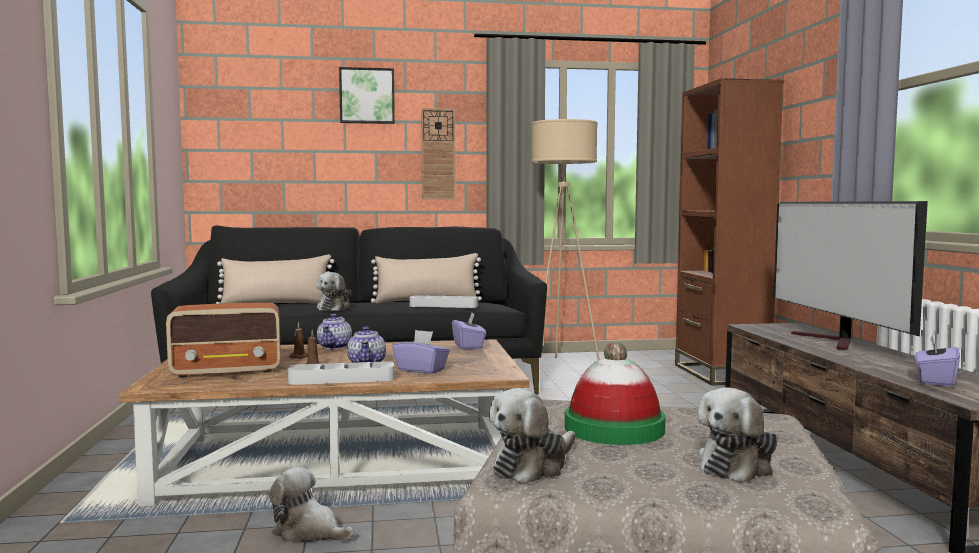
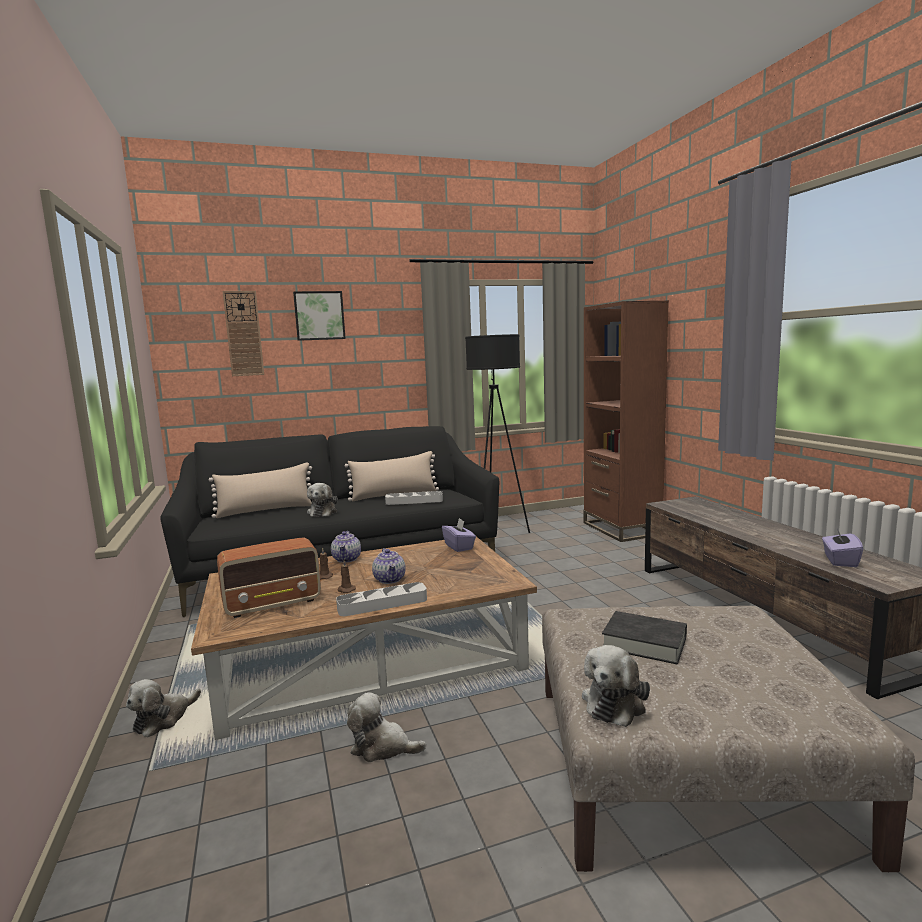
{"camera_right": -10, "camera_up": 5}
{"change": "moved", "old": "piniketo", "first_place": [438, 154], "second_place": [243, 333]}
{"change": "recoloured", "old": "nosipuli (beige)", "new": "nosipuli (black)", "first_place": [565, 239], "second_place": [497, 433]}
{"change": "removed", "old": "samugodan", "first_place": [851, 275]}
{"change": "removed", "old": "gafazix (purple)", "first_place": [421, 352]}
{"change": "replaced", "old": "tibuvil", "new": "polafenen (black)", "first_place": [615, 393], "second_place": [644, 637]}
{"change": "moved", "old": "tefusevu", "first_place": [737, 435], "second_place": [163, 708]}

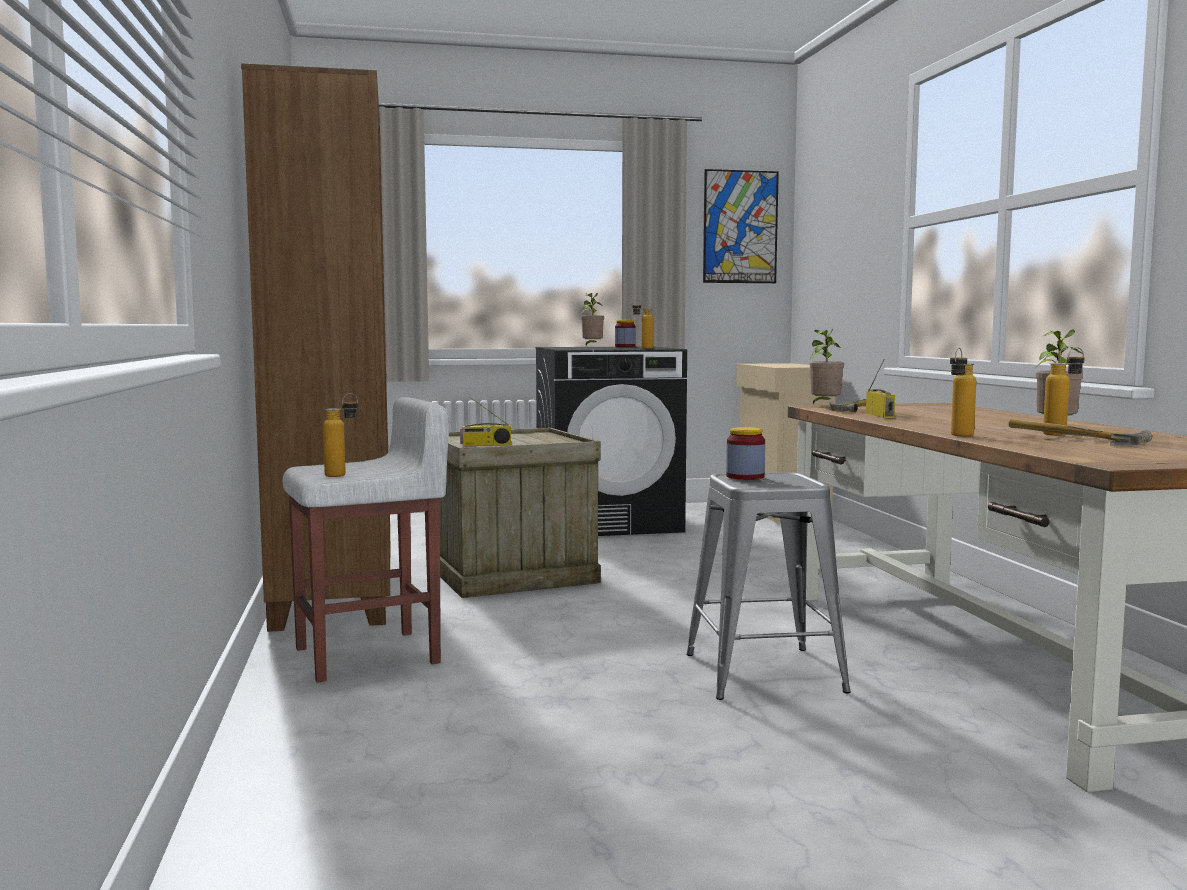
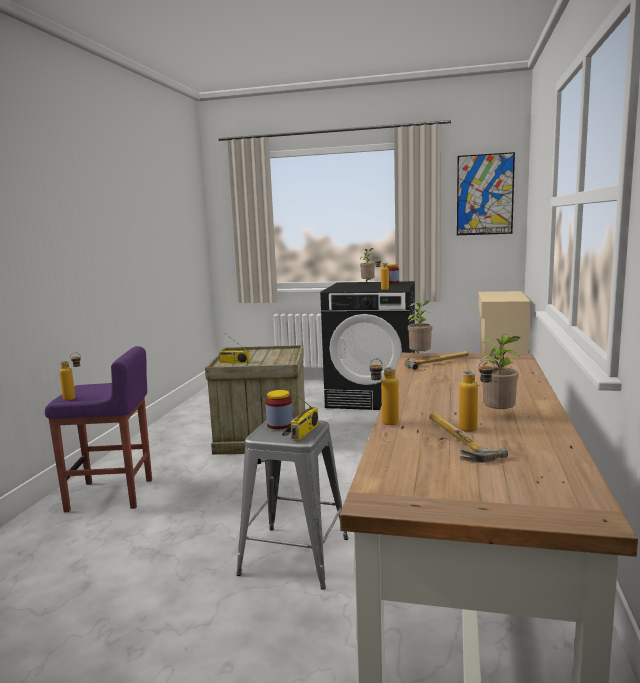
{"camera_right": 25, "camera_up": 5}
{"change": "removed", "old": "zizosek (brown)", "first_place": [315, 347]}
{"change": "moved", "old": "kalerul", "first_place": [880, 388], "second_place": [304, 415]}
{"change": "recoloured", "old": "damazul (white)", "new": "damazul (purple)", "first_place": [366, 540], "second_place": [98, 429]}

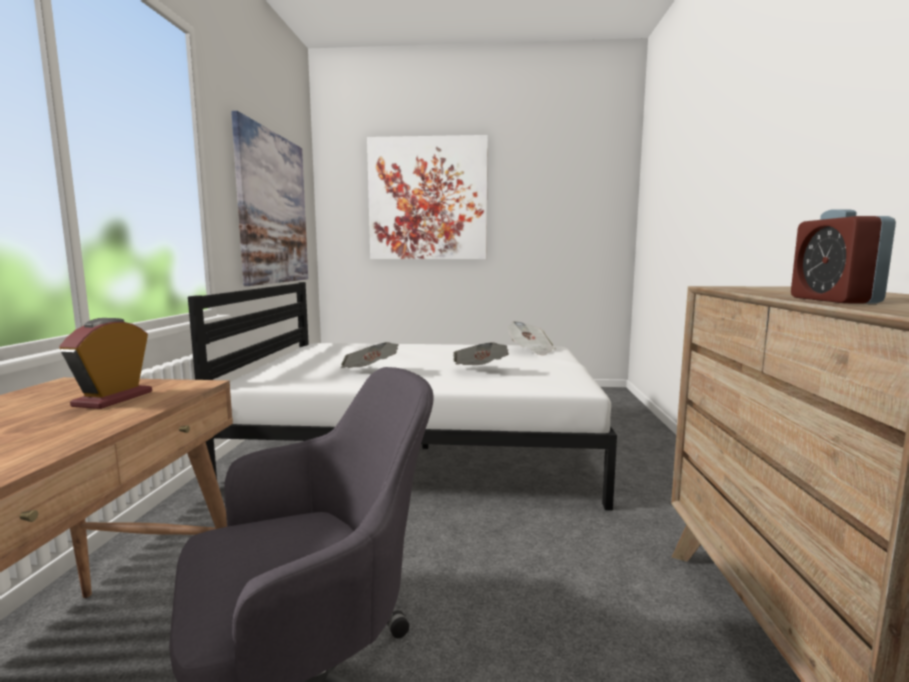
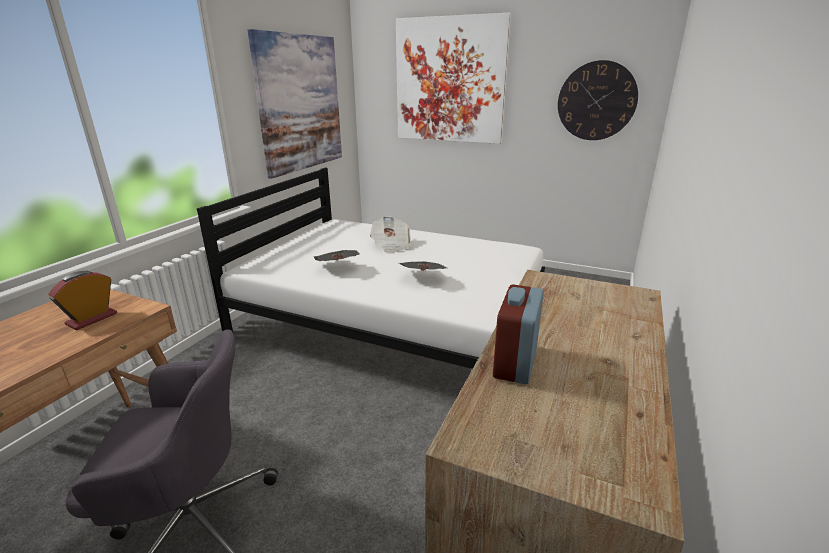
{"camera_right": 20, "camera_up": 15}
{"change": "moved", "old": "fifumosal", "first_place": [531, 338], "second_place": [390, 235]}
{"change": "added", "new": "piniketo", "second_place": [598, 100]}

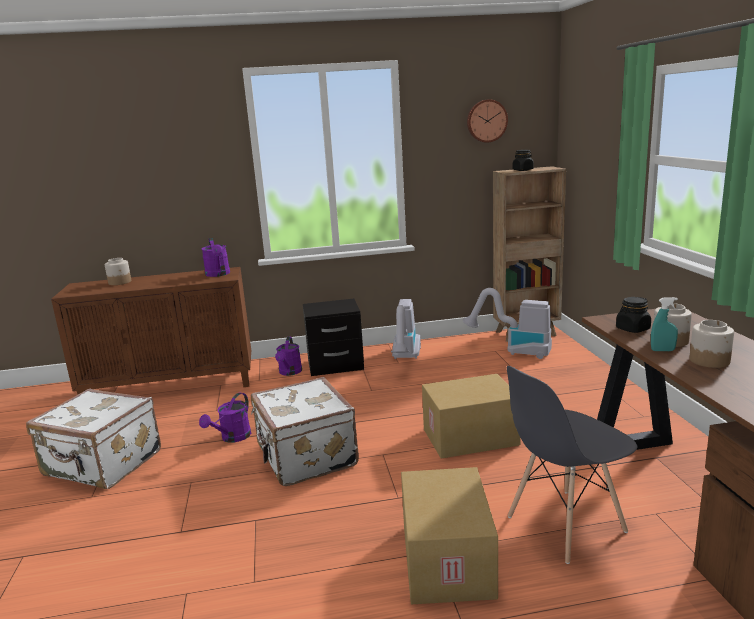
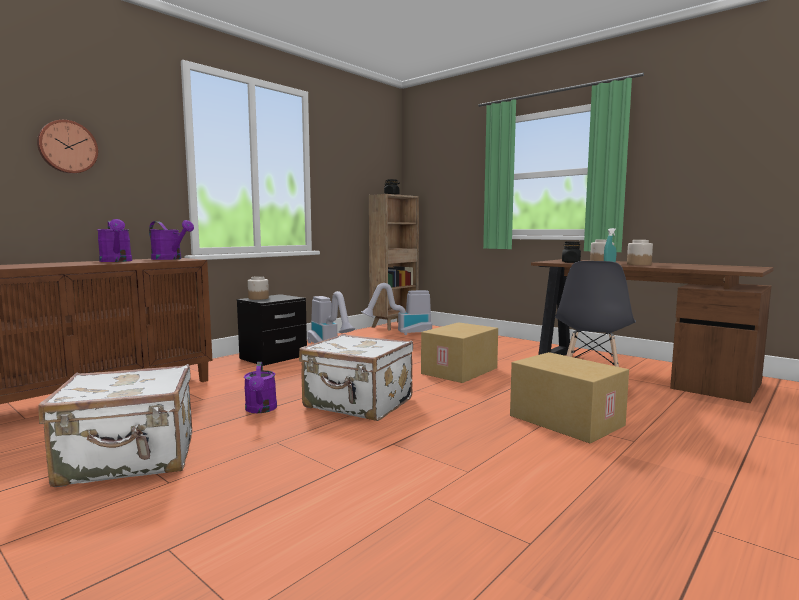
{"camera_right": -40, "camera_up": -10}
{"change": "moved", "old": "piniketo", "first_place": [487, 121], "second_place": [67, 147]}
{"change": "moved", "old": "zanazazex", "first_place": [118, 271], "second_place": [258, 288]}
{"change": "moved", "old": "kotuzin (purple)", "first_place": [288, 356], "second_place": [114, 240]}

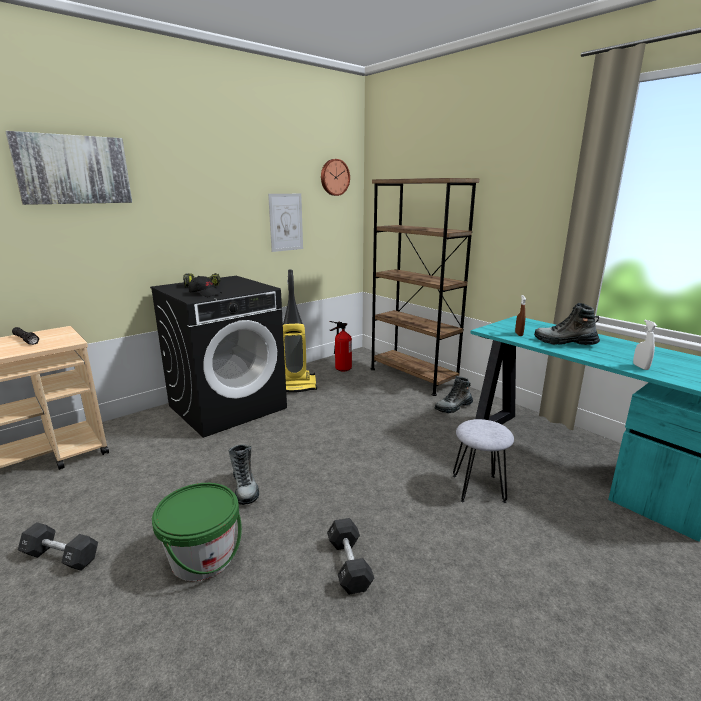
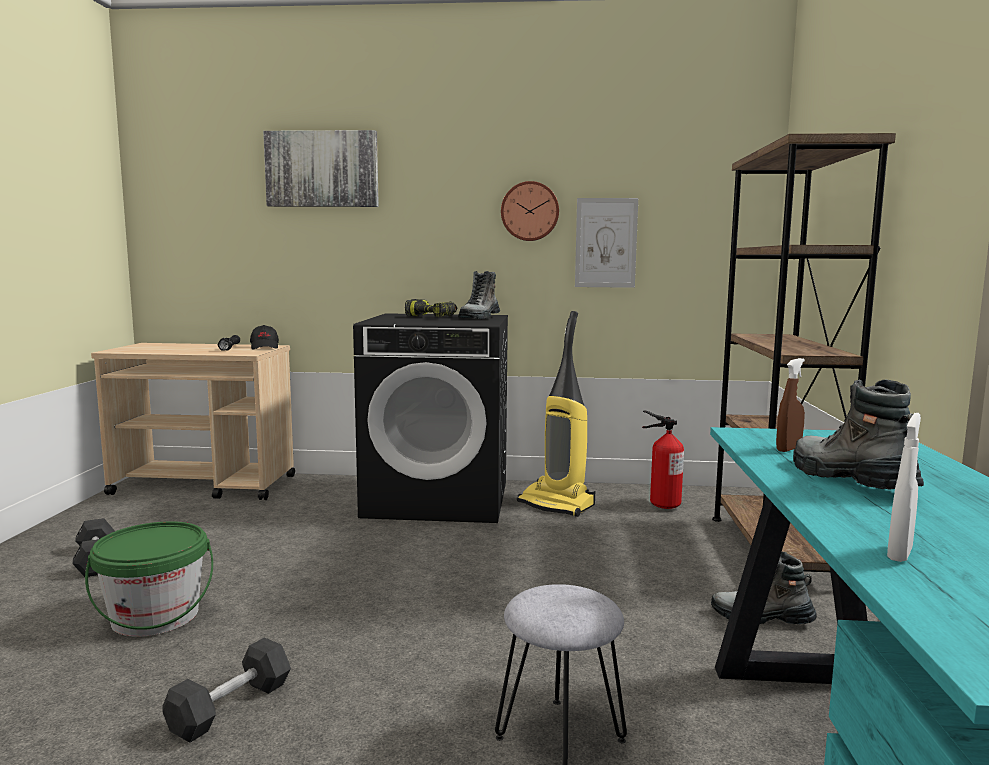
{"camera_right": 45, "camera_up": -10}
{"change": "moved", "old": "piniketo", "first_place": [335, 177], "second_place": [530, 211]}
{"change": "moved", "old": "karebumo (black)", "first_place": [205, 286], "second_place": [264, 337]}
{"change": "moved", "old": "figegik", "first_place": [243, 474], "second_place": [479, 295]}

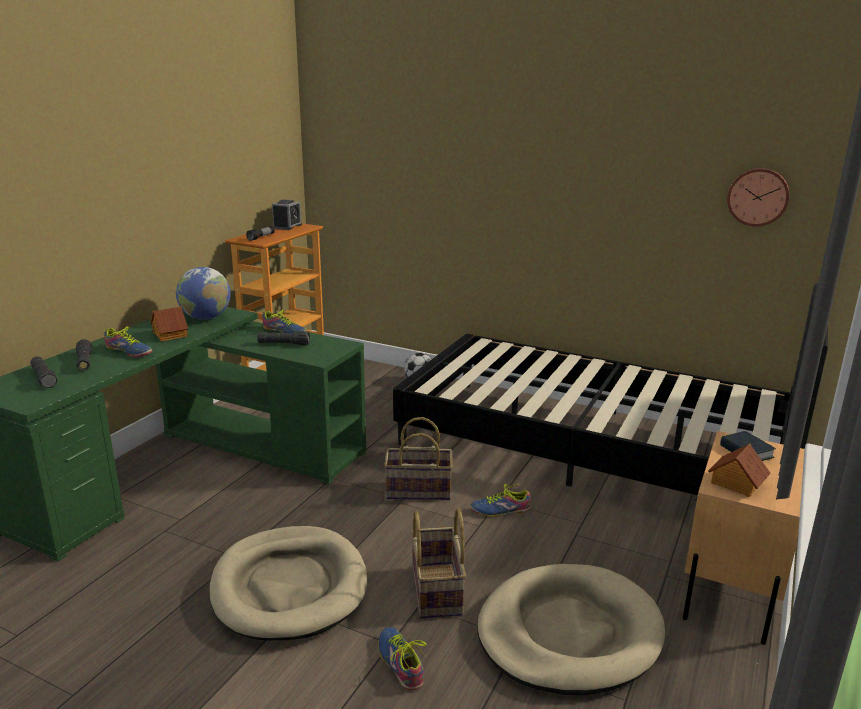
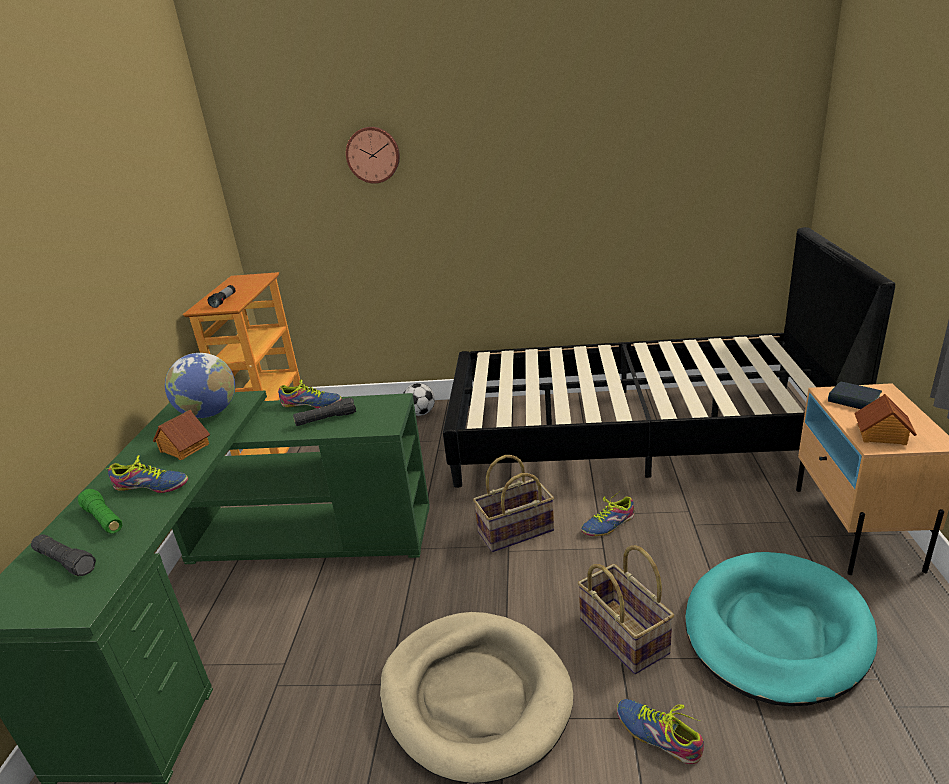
{"camera_right": -20, "camera_up": 5}
{"change": "moved", "old": "piniketo", "first_place": [758, 197], "second_place": [373, 155]}
{"change": "removed", "old": "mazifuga", "first_place": [287, 215]}
{"change": "recoloured", "old": "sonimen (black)", "new": "sonimen (green)", "first_place": [84, 355], "second_place": [100, 511]}
{"change": "recoloured", "old": "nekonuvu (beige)", "new": "nekonuvu (turquoise)", "first_place": [571, 629], "second_place": [781, 629]}

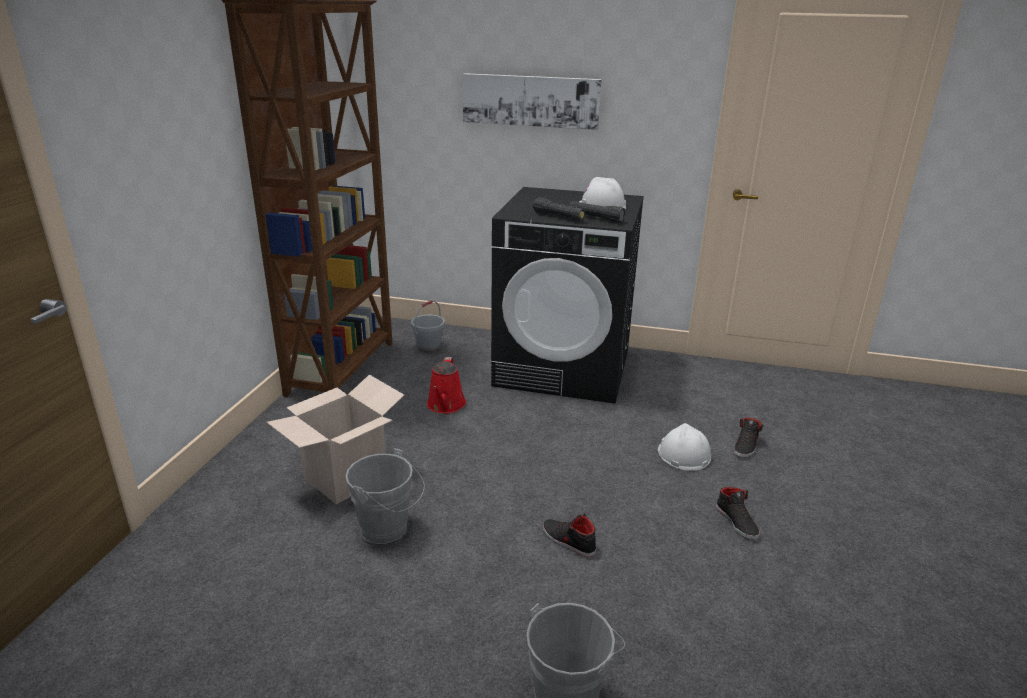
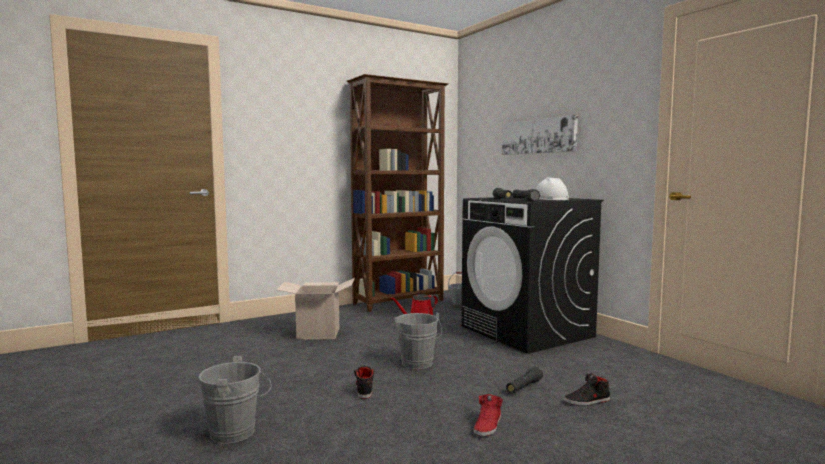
{"camera_right": 45, "camera_up": -20}
{"change": "replaced", "old": "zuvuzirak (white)", "new": "sonimen (black)", "first_place": [684, 447], "second_place": [524, 380]}
{"change": "moved", "old": "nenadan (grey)", "first_place": [385, 496], "second_place": [418, 340]}
{"change": "recoloured", "old": "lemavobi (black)", "new": "lemavobi (red)", "first_place": [738, 513], "second_place": [488, 415]}

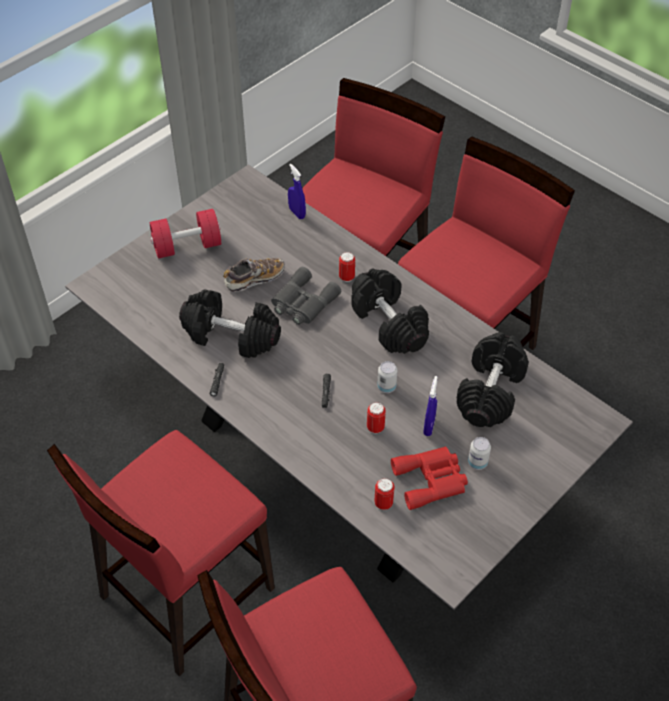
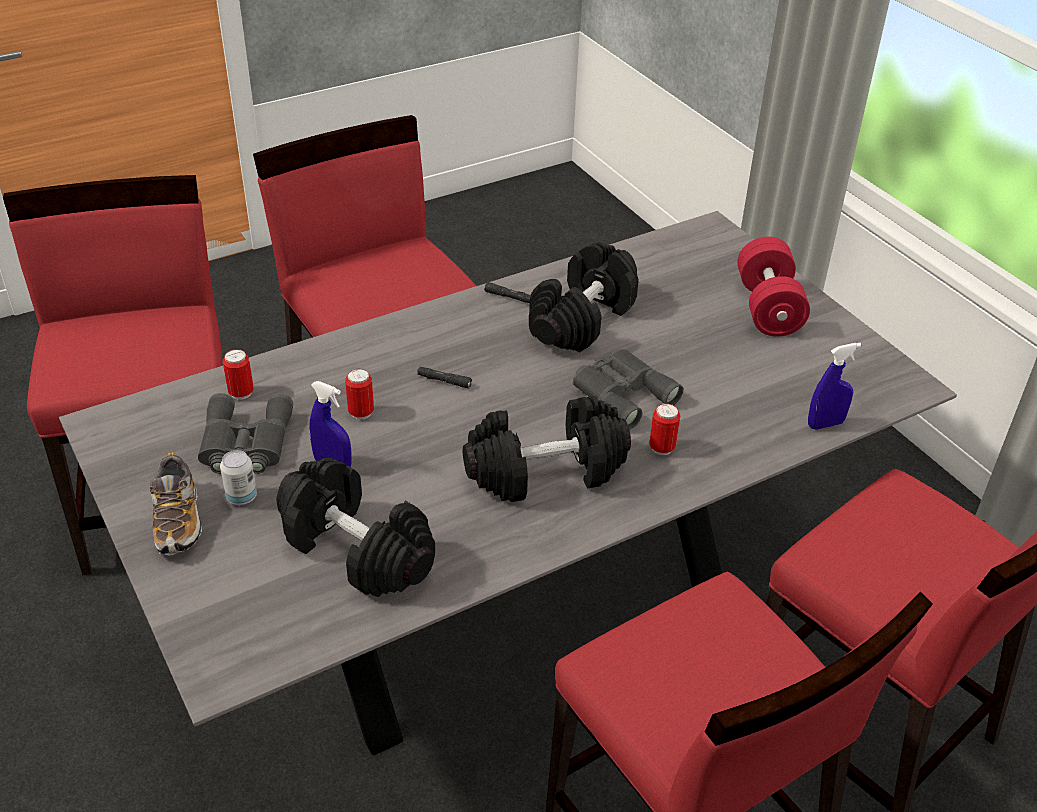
{"camera_right": 105, "camera_up": -10}
{"change": "moved", "old": "lemavobi", "first_place": [253, 275], "second_place": [176, 503]}
{"change": "removed", "old": "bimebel", "first_place": [387, 377]}
{"change": "recoloured", "old": "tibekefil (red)", "new": "tibekefil (grey)", "first_place": [429, 478], "second_place": [245, 433]}

